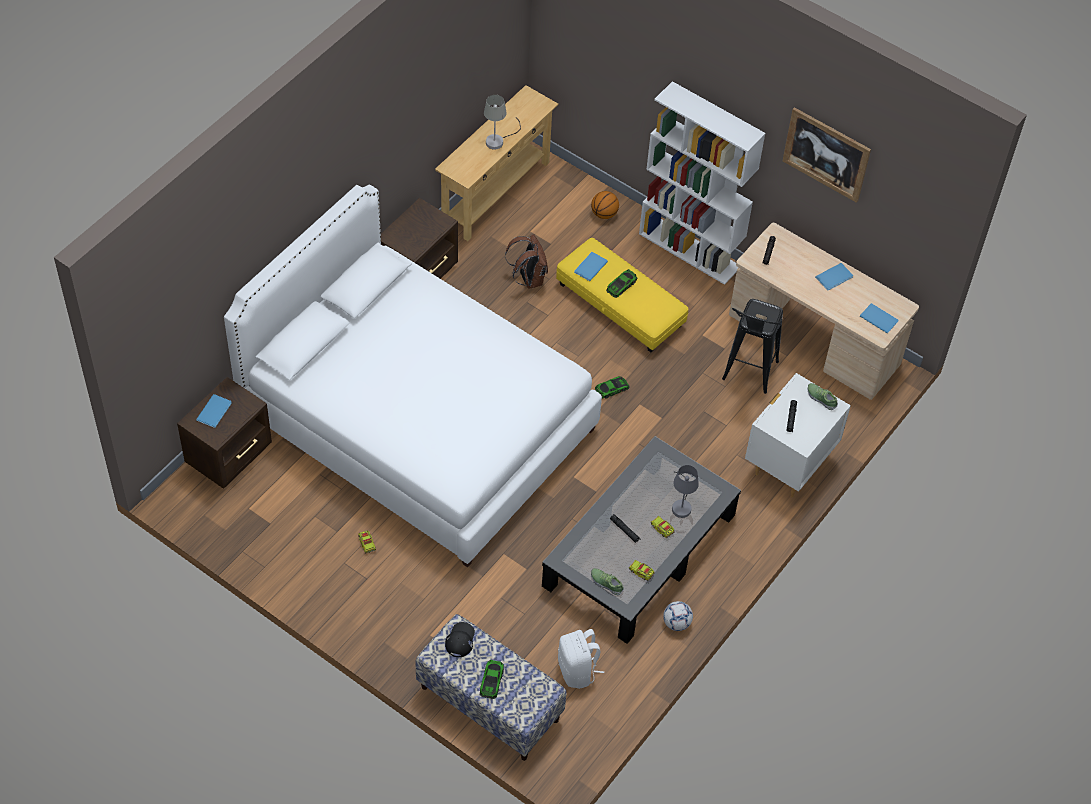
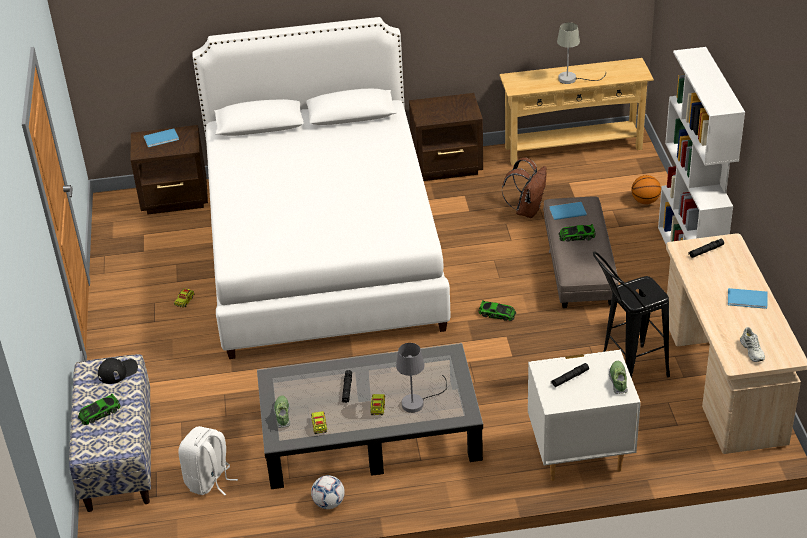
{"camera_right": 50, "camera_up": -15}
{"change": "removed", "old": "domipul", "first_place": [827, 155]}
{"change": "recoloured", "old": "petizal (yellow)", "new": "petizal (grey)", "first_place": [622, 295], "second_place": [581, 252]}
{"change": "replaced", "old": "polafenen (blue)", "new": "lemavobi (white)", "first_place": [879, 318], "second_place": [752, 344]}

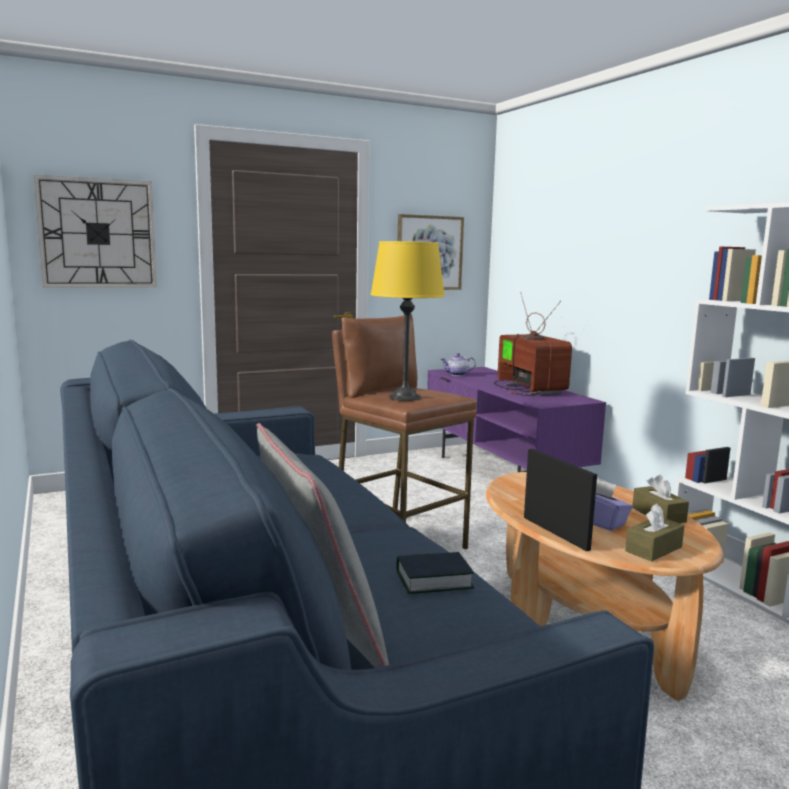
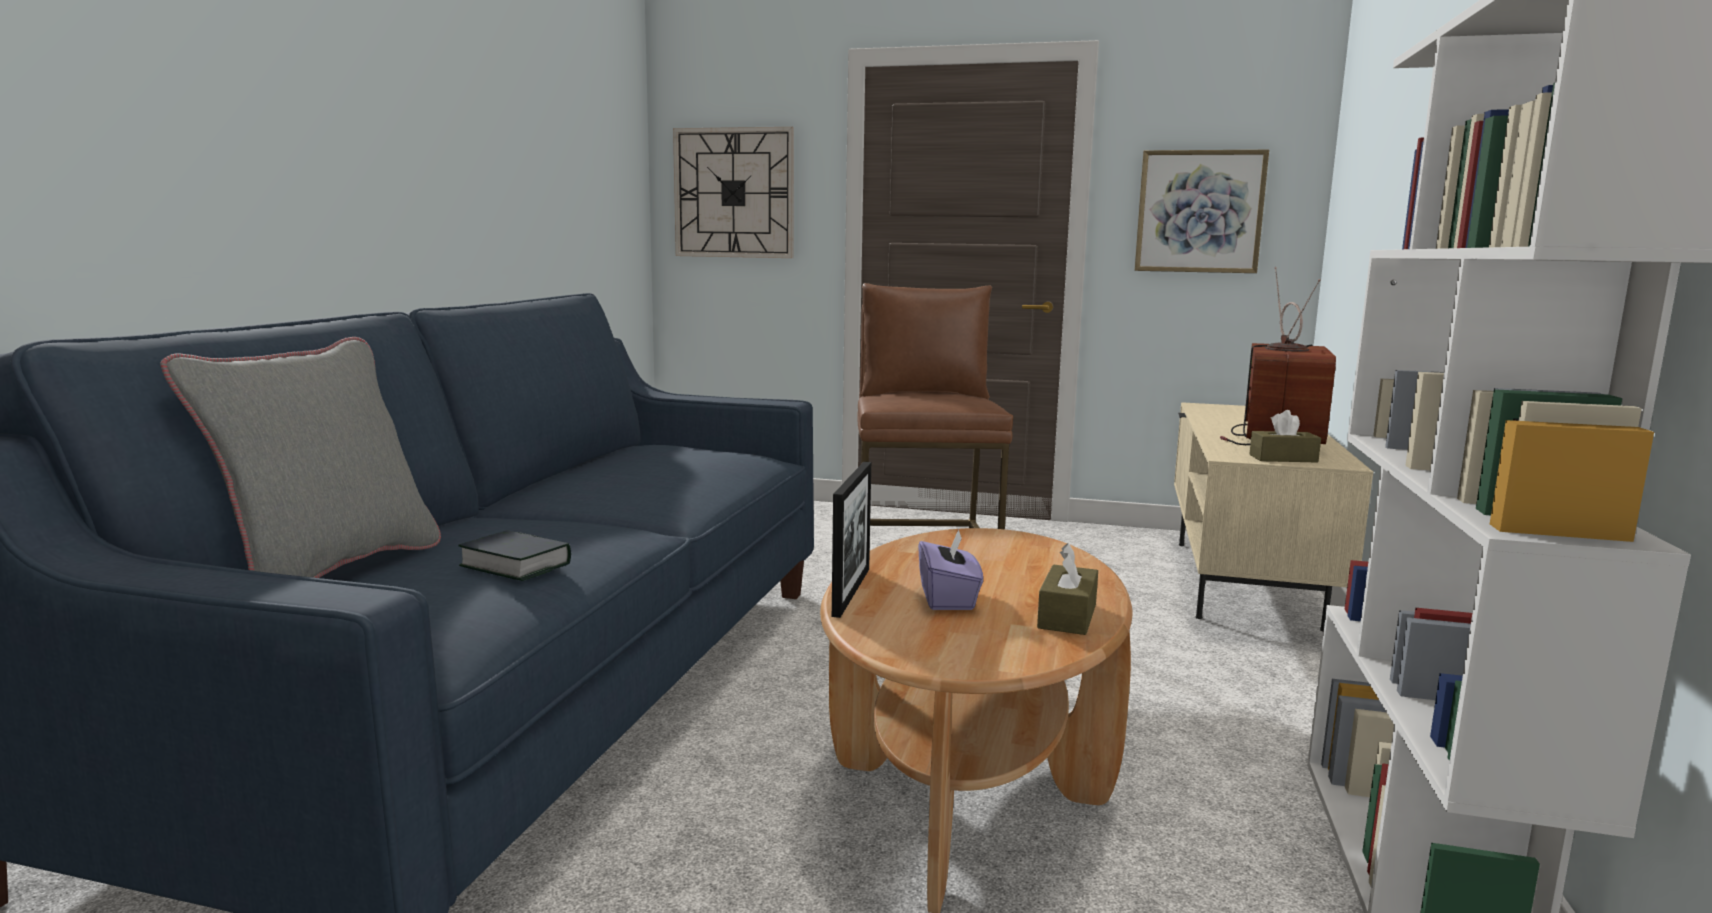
{"camera_right": 40, "camera_up": 0}
{"change": "removed", "old": "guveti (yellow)", "first_place": [407, 321]}
{"change": "removed", "old": "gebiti", "first_place": [458, 364]}
{"change": "recoloured", "old": "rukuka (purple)", "new": "rukuka (beige)", "first_place": [516, 419], "second_place": [1273, 517]}
{"change": "moved", "old": "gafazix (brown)", "first_place": [654, 533], "second_place": [1285, 436]}

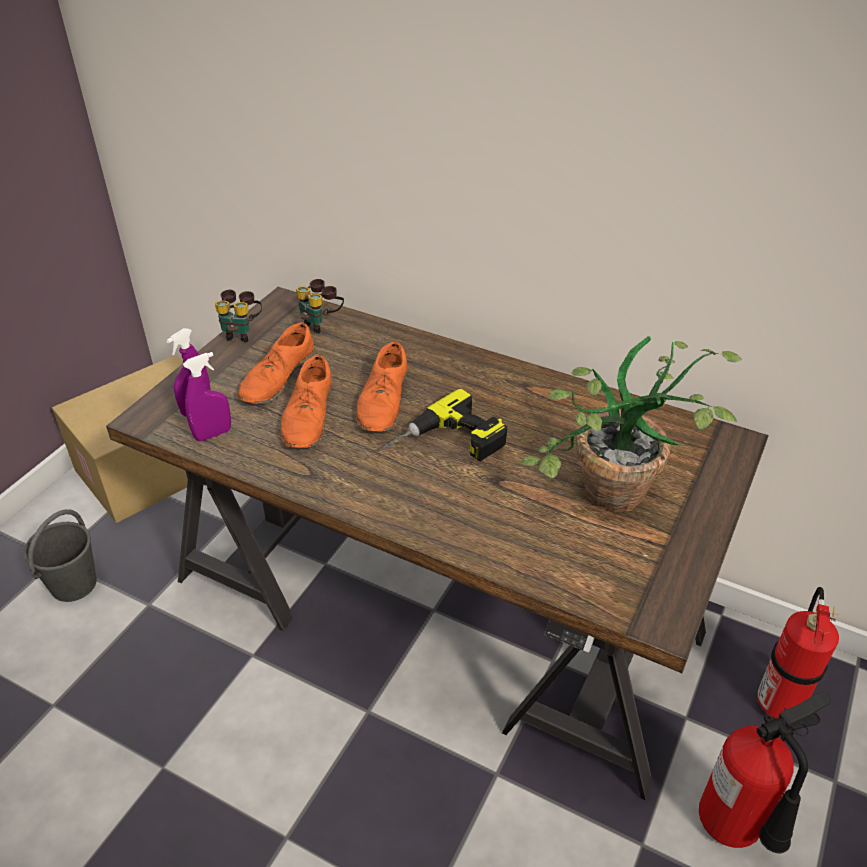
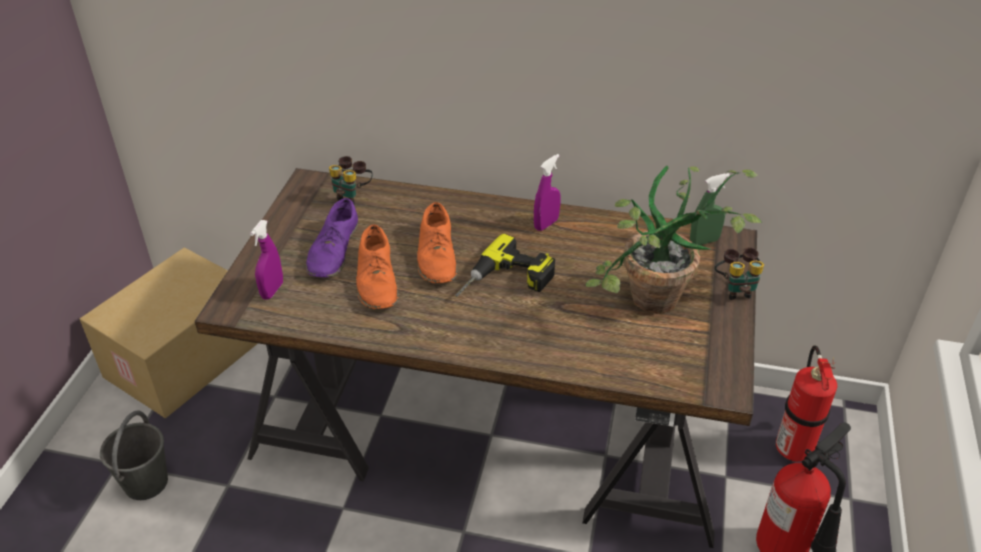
{"camera_right": -15, "camera_up": 0}
{"change": "moved", "old": "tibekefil", "first_place": [238, 316], "second_place": [739, 274]}
{"change": "recoloured", "old": "lemavobi (orange)", "new": "lemavobi (purple)", "first_place": [276, 363], "second_place": [332, 238]}
{"change": "moved", "old": "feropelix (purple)", "first_place": [207, 396], "second_place": [547, 192]}
{"change": "added", "new": "feropelix (green)", "second_place": [710, 209]}

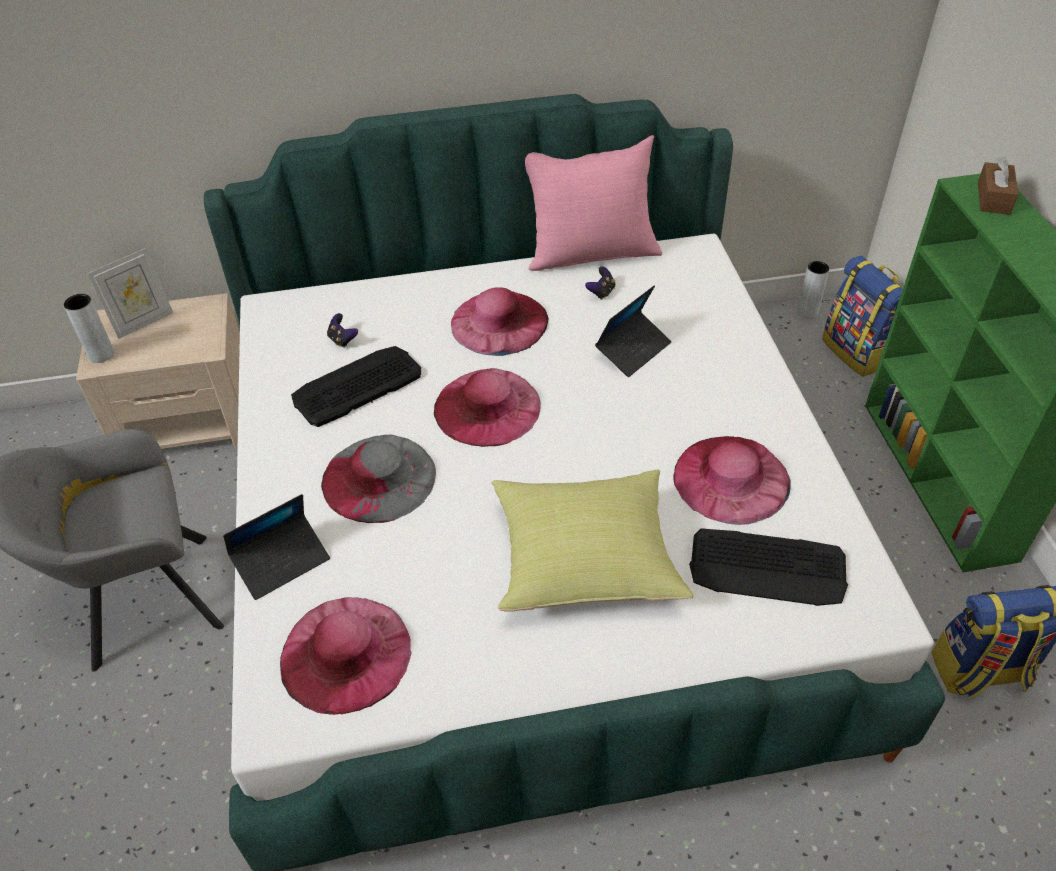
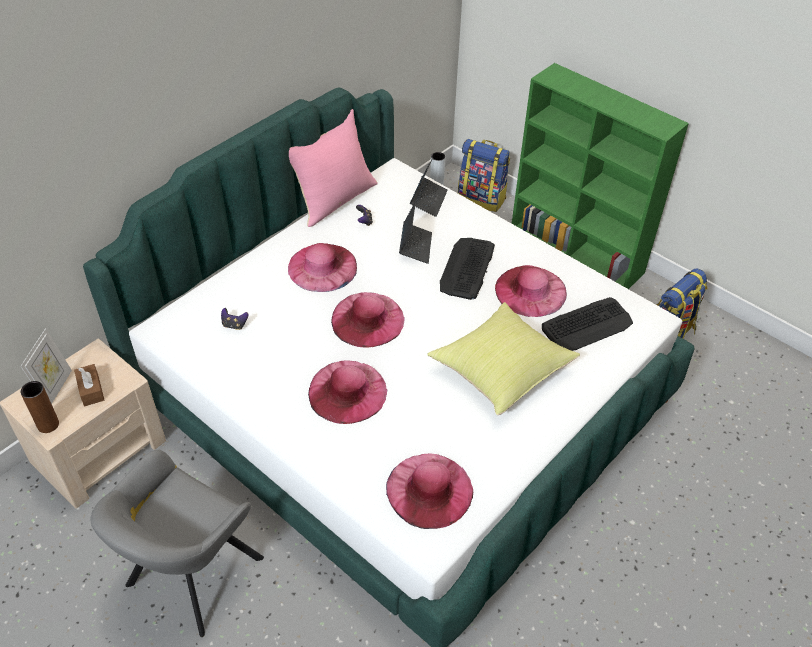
{"camera_right": -40, "camera_up": 0}
{"change": "moved", "old": "gafazix (brown)", "first_place": [998, 186], "second_place": [89, 385]}
{"change": "recoloured", "old": "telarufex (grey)", "new": "telarufex (brown)", "first_place": [89, 328], "second_place": [39, 407]}
{"change": "moved", "old": "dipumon", "first_place": [356, 386], "second_place": [467, 269]}
{"change": "recoloured", "old": "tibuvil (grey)", "new": "tibuvil (pink)", "first_place": [378, 479], "second_place": [347, 392]}
{"change": "moved", "old": "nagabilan", "first_place": [276, 547], "second_place": [429, 187]}

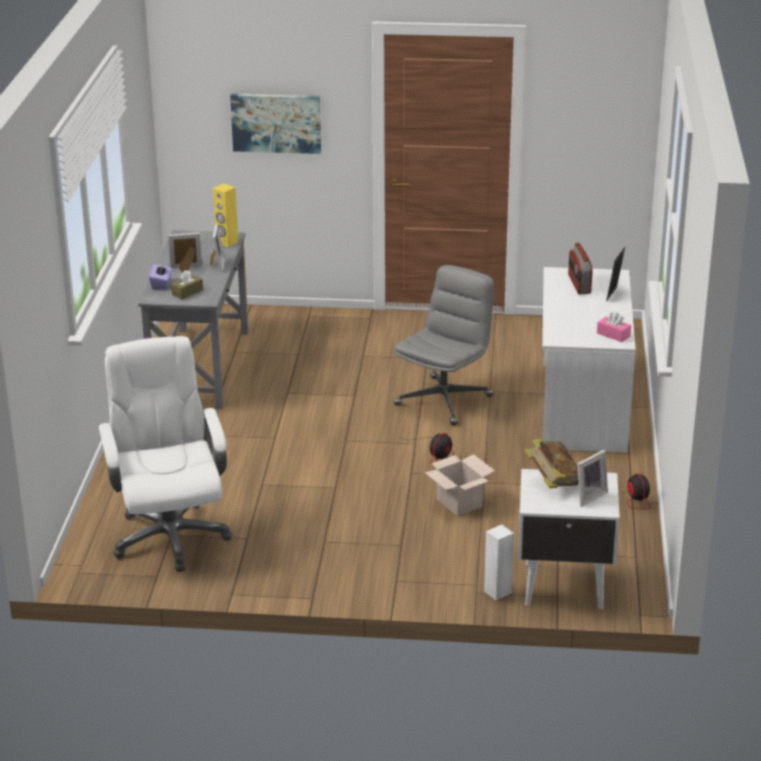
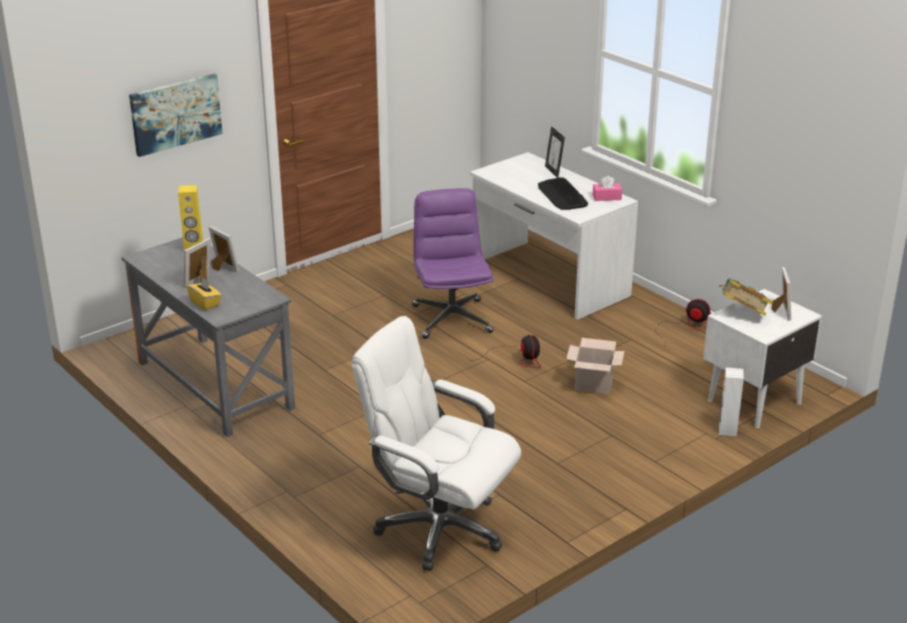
{"camera_right": -45, "camera_up": 0}
{"change": "removed", "old": "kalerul", "first_place": [580, 268]}
{"change": "recoloured", "old": "gafazix (purple)", "new": "gafazix (yellow)", "first_place": [160, 276], "second_place": [204, 294]}
{"change": "recoloured", "old": "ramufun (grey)", "new": "ramufun (purple)", "first_place": [443, 345], "second_place": [453, 263]}
{"change": "removed", "old": "gafazix (brown)", "first_place": [187, 284]}
{"change": "added", "new": "dipumon", "second_place": [563, 193]}

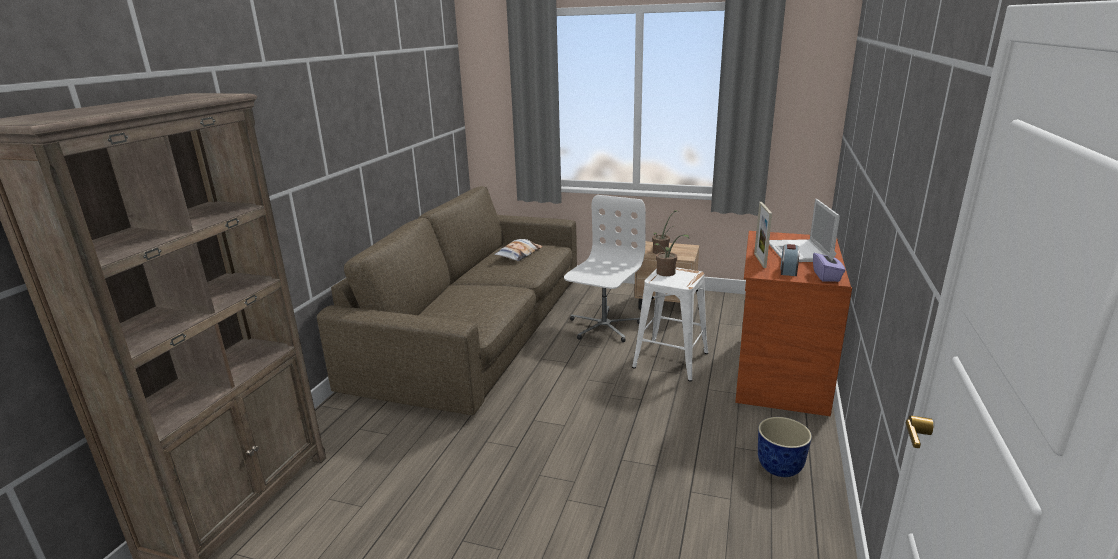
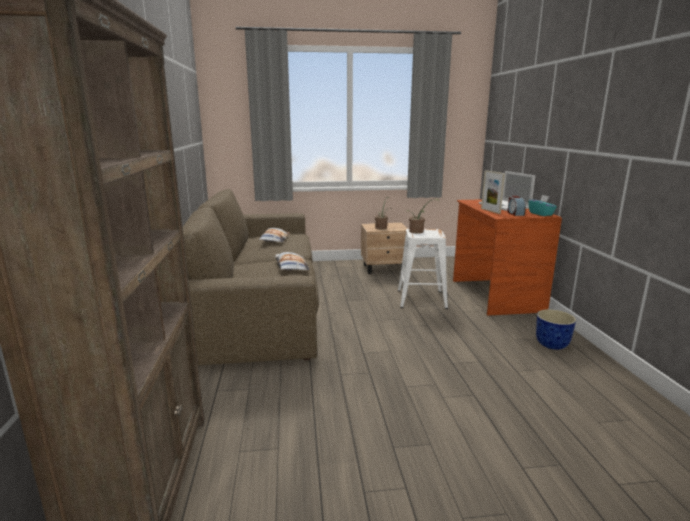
{"camera_right": -25, "camera_up": -5}
{"change": "removed", "old": "ramufun (white)", "first_place": [605, 268]}
{"change": "recoloured", "old": "gafazix (purple)", "new": "gafazix (turquoise)", "first_place": [829, 265], "second_place": [542, 205]}
{"change": "added", "new": "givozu", "second_place": [292, 261]}

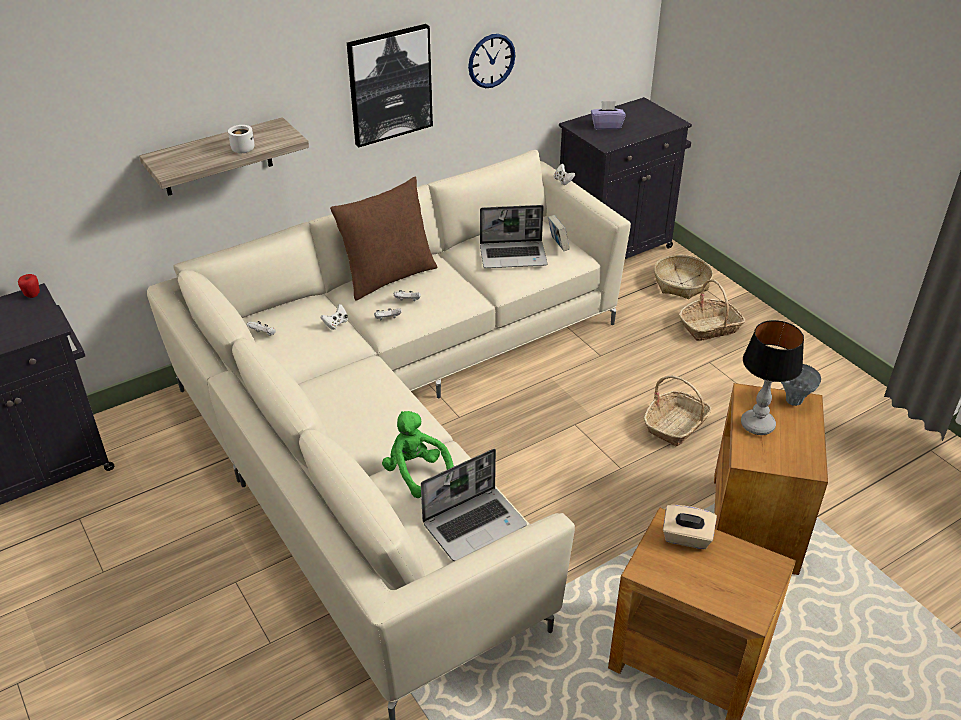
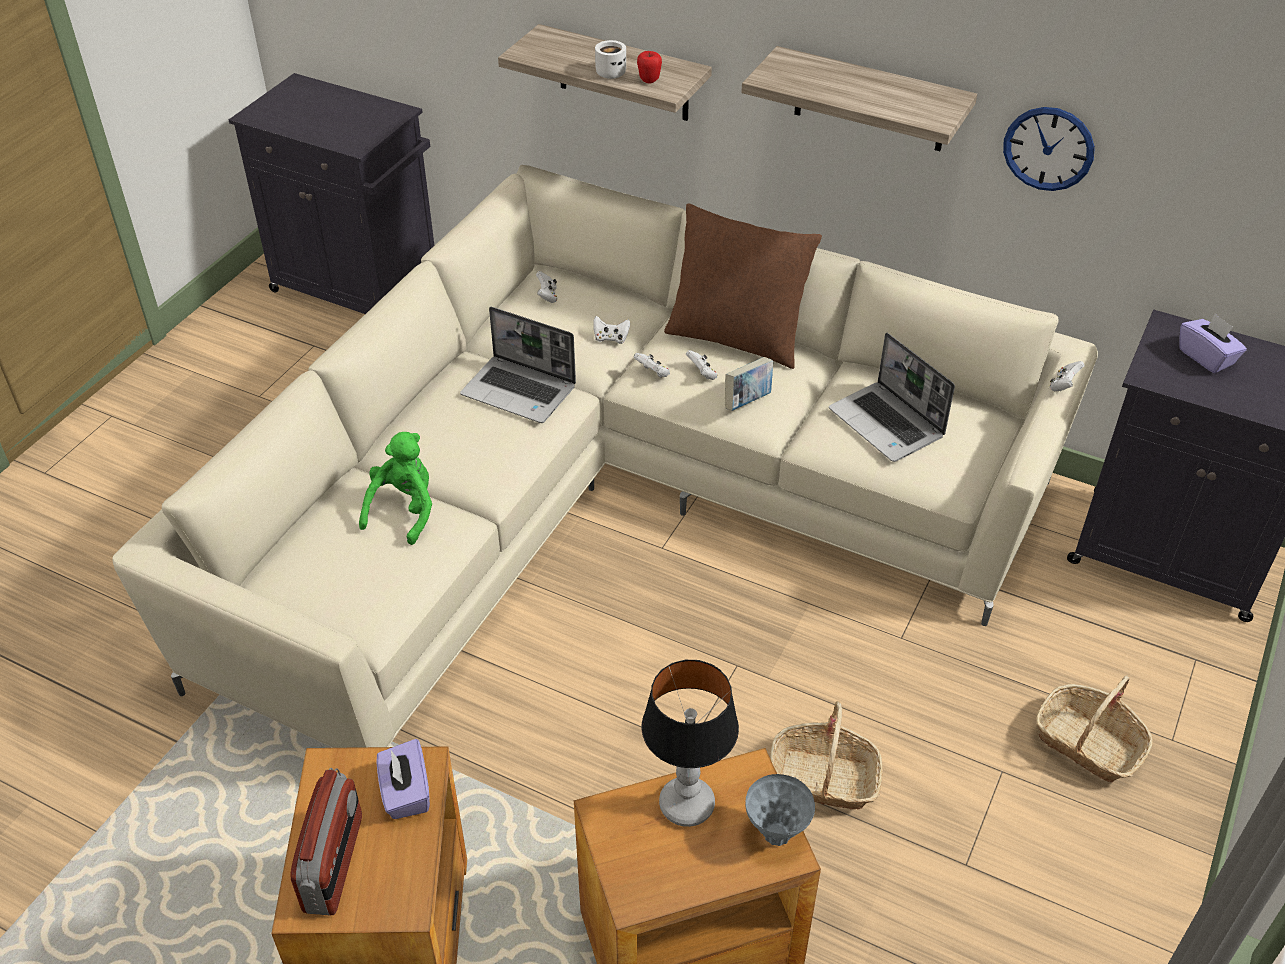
{"camera_right": 60, "camera_up": 5}
{"change": "replaced", "old": "domipul", "new": "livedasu", "first_place": [390, 85], "second_place": [859, 98]}
{"change": "moved", "old": "polafenen", "first_place": [558, 233], "second_place": [749, 384]}
{"change": "removed", "old": "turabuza", "first_place": [683, 277]}
{"change": "moved", "old": "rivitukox", "first_place": [29, 286], "second_place": [649, 67]}
{"change": "moved", "old": "nagabilan", "first_place": [474, 505], "second_place": [518, 365]}
{"change": "recoloured", "old": "gafazix (beige)", "new": "gafazix (purple)", "first_place": [690, 527], "second_place": [403, 779]}
{"change": "added", "new": "kalerul", "second_place": [326, 841]}

